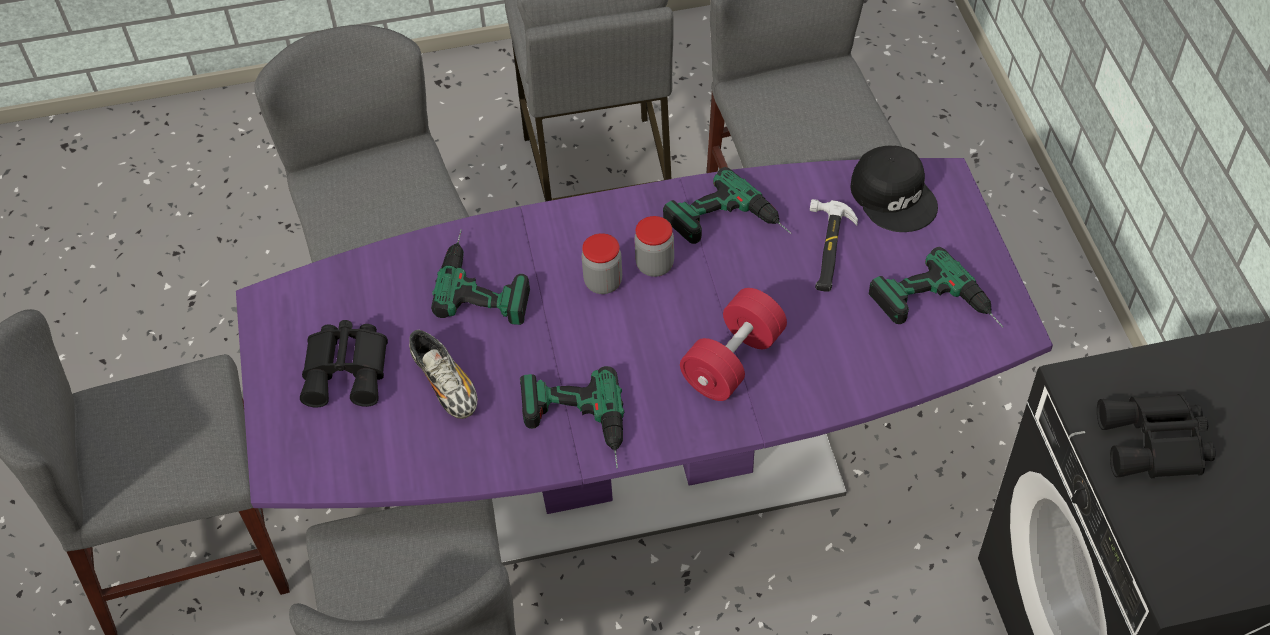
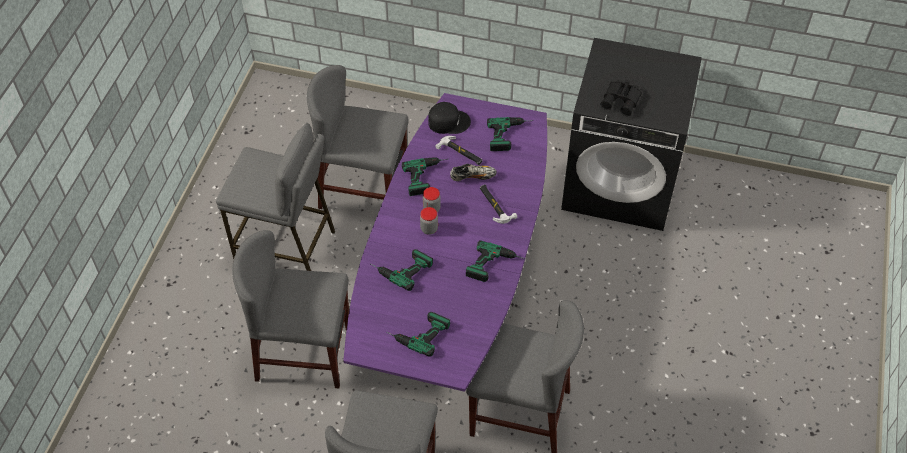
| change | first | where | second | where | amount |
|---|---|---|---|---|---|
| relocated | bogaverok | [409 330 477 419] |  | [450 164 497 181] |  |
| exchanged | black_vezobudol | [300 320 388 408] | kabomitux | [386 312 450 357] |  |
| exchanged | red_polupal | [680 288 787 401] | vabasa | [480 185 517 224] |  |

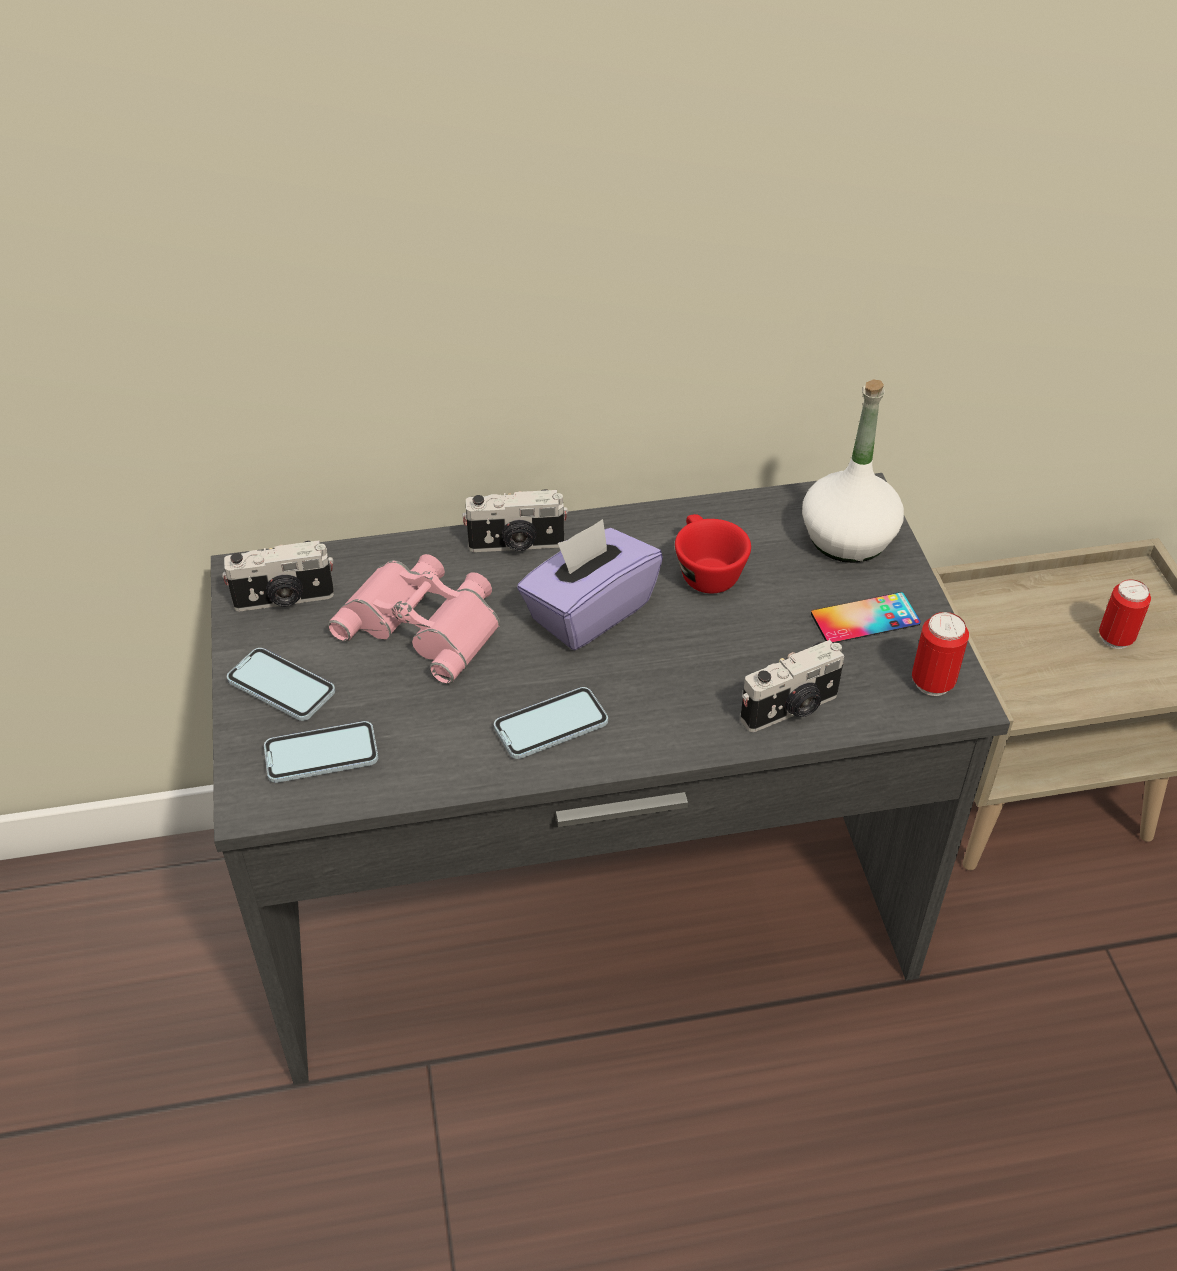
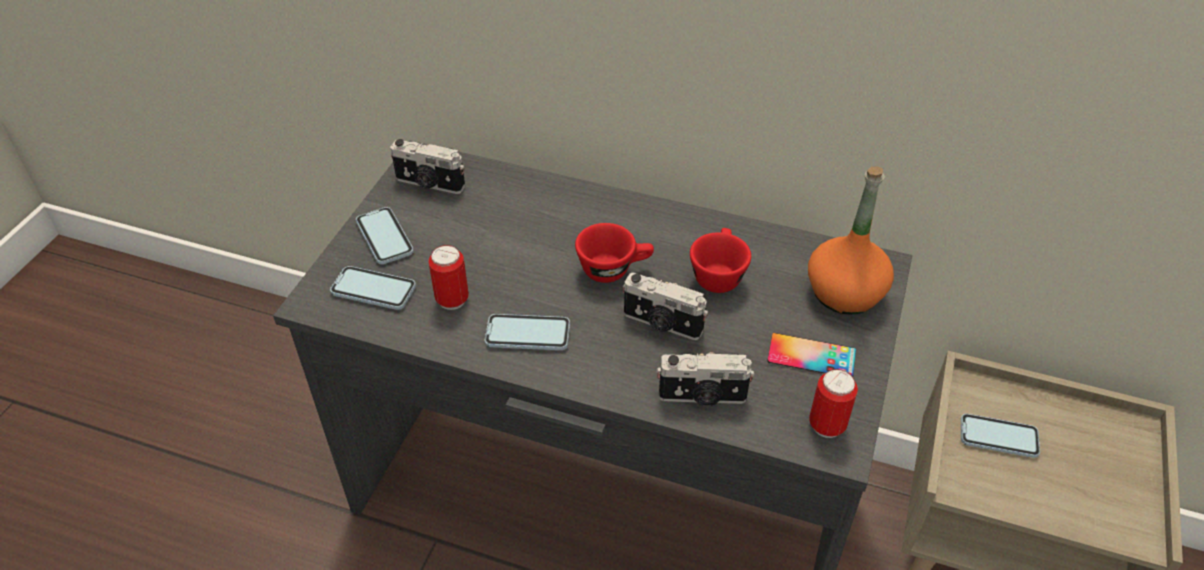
| change | first | where | second | where | amount |
|---|---|---|---|---|---|
| missing | pink_vezobudol | [328 554 500 684] |  |  |  |
| appeared |  |  | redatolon | [961 414 1040 458] |  |
| relocated | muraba | [462 489 568 552] |  | [623 273 708 340] |  |
| relocated | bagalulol | [1099 579 1151 649] |  | [429 245 469 310] |  |
| exchanged | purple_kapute | [517 519 663 650] | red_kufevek | [575 223 654 283] |  |
| colour | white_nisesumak | [802 380 904 563] | orange_nisesumak | [808 166 894 315] |  |

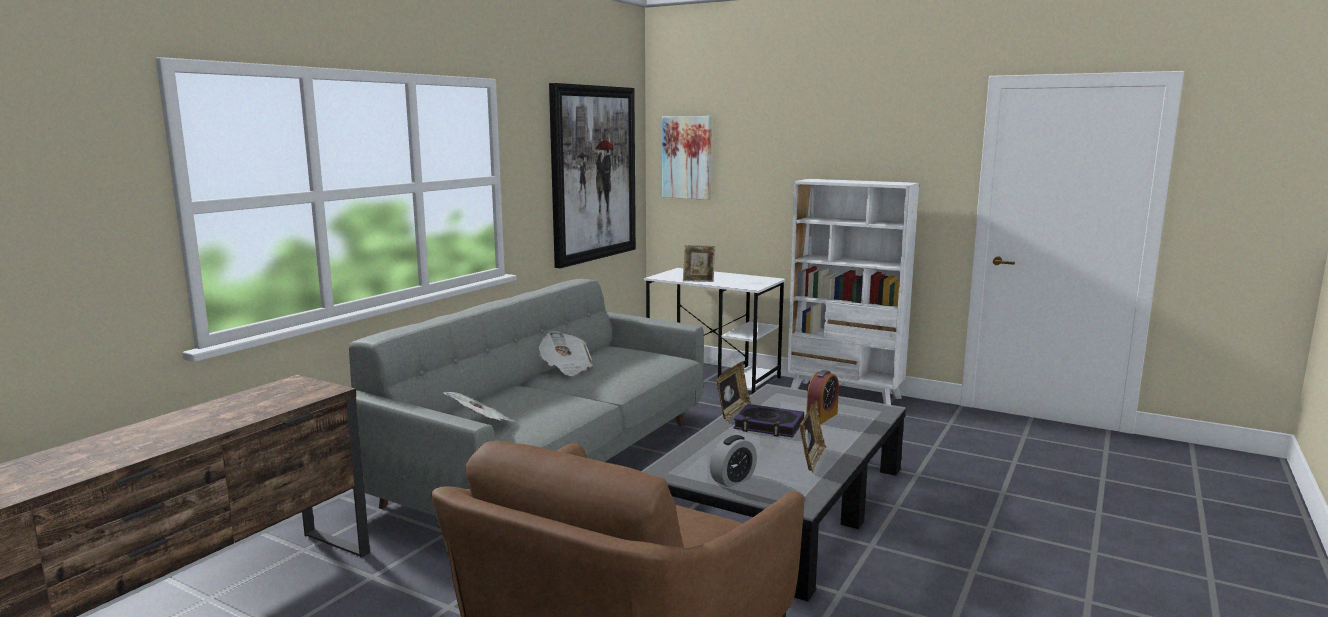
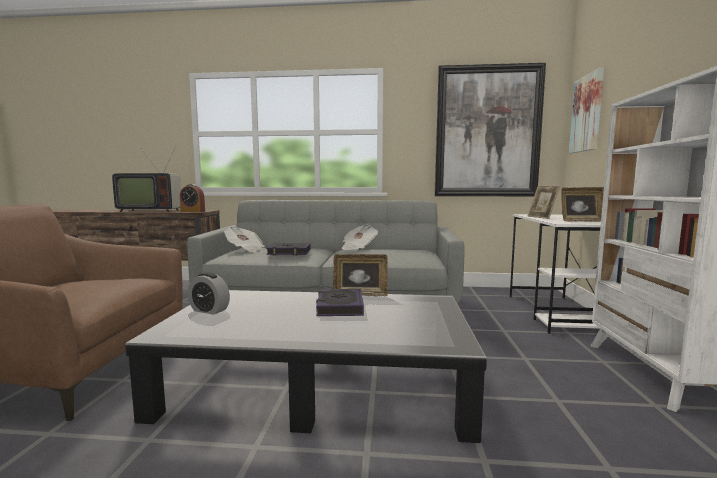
| change | first | where | second | where | amount |
|---|---|---|---|---|---|
| appeared |  |  | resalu | [112 146 181 212] |  |
| appeared |  |  | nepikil | [266 243 311 256] |  |
| relocated | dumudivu | [800 400 826 472] |  | [561 187 604 222] |  |
| relocated | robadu | [806 370 839 424] |  | [180 184 205 212] |  |

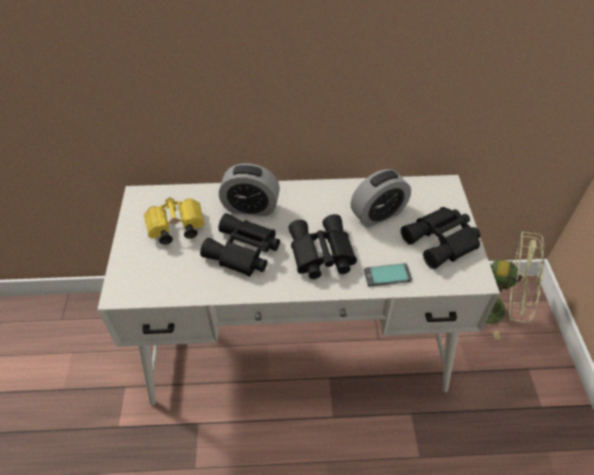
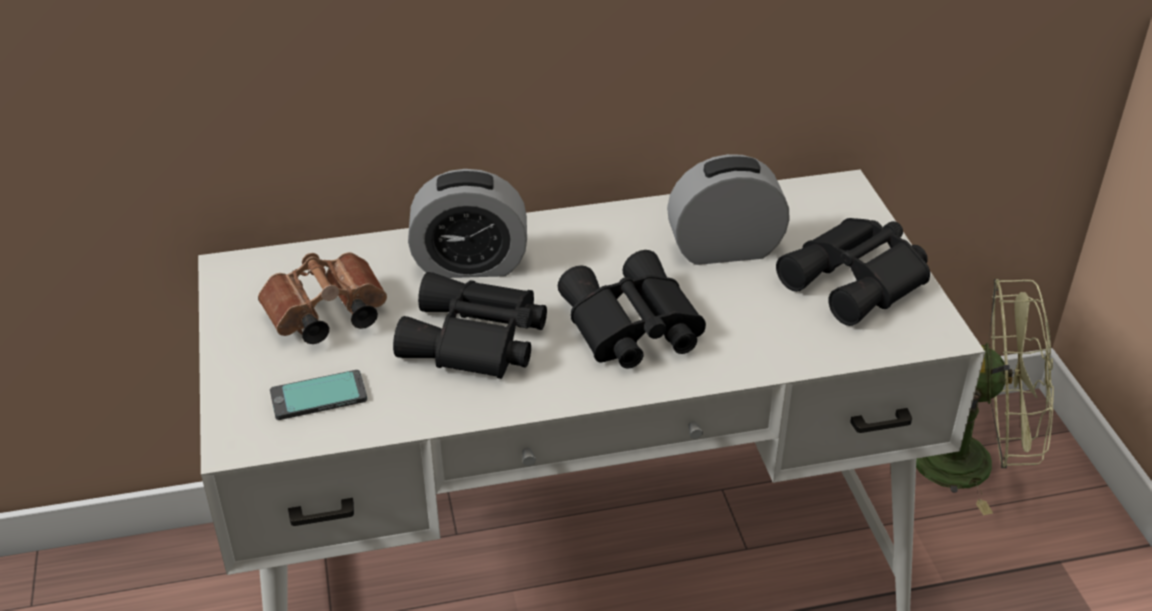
| change | first | where | second | where | amount |
|---|---|---|---|---|---|
| relocated | redatolon | [364 263 412 286] |  | [270 370 367 420] |  |
| colour | yellow_vezobudol | [144 197 205 245] | brown_vezobudol | [258 252 387 344] |  |
| spun | robadu | [351 169 411 227] |  | [667 154 790 265] | 150 degrees counterclockwise |

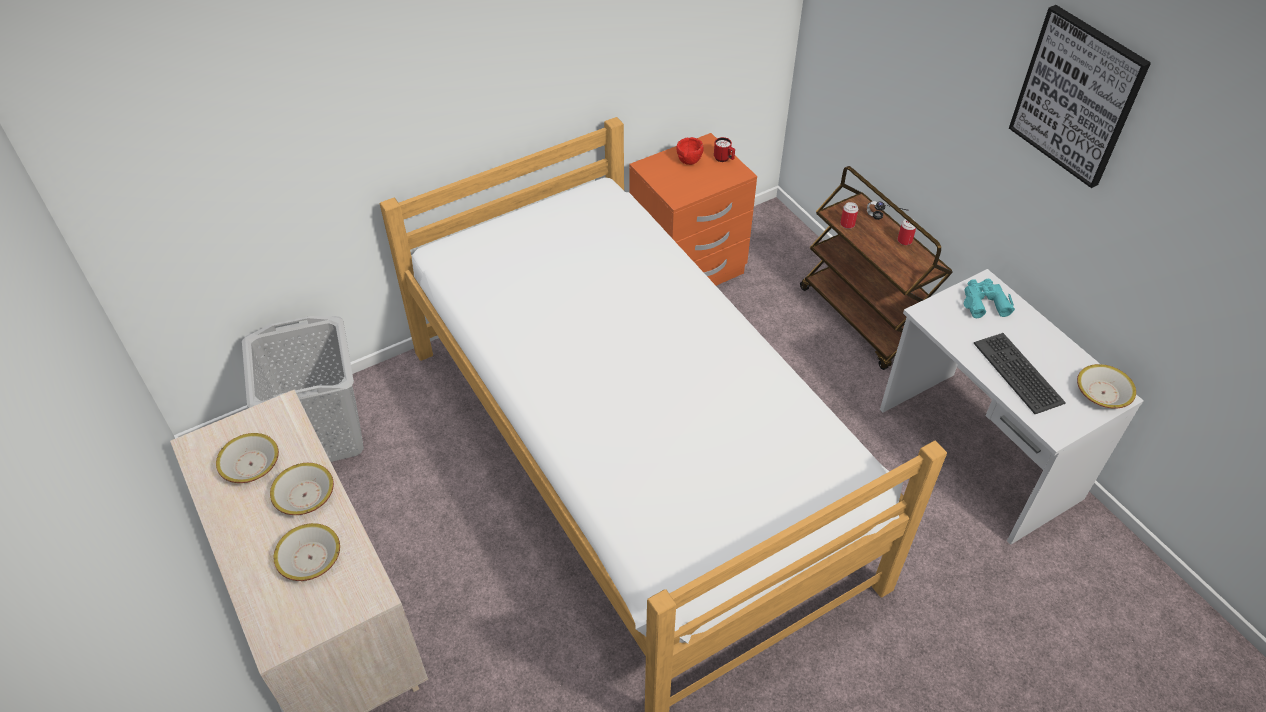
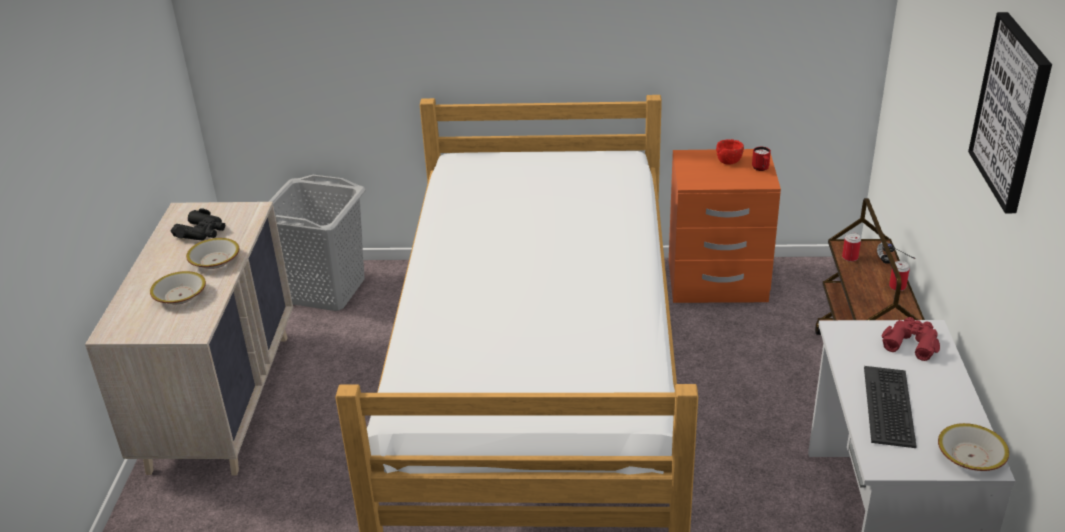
| change | first | where | second | where | amount |
|---|---|---|---|---|---|
| exchanged | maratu | [216 433 279 483] | black_vezobudol | [171 208 225 240] |  |
| colour | turquoise_vezobudol | [964 279 1015 318] | red_vezobudol | [881 317 940 361] |  |

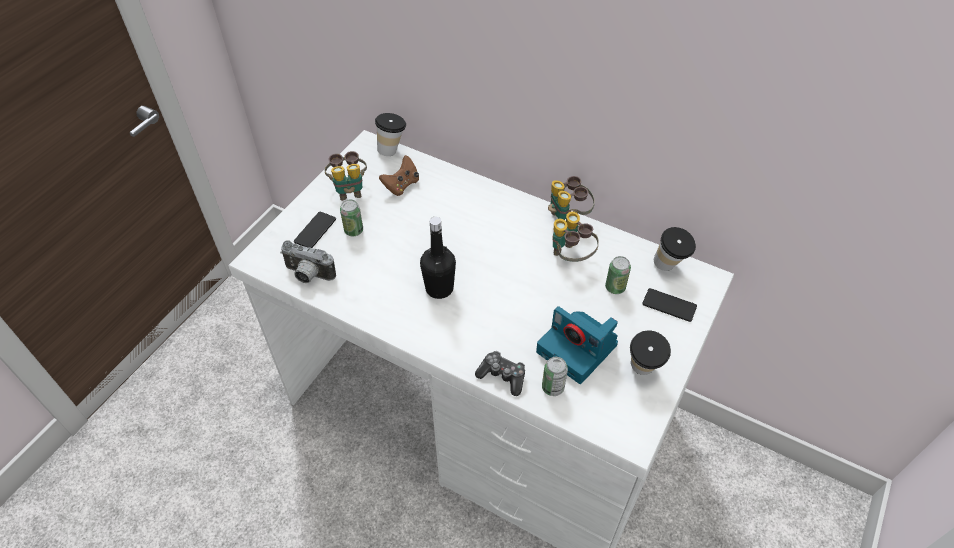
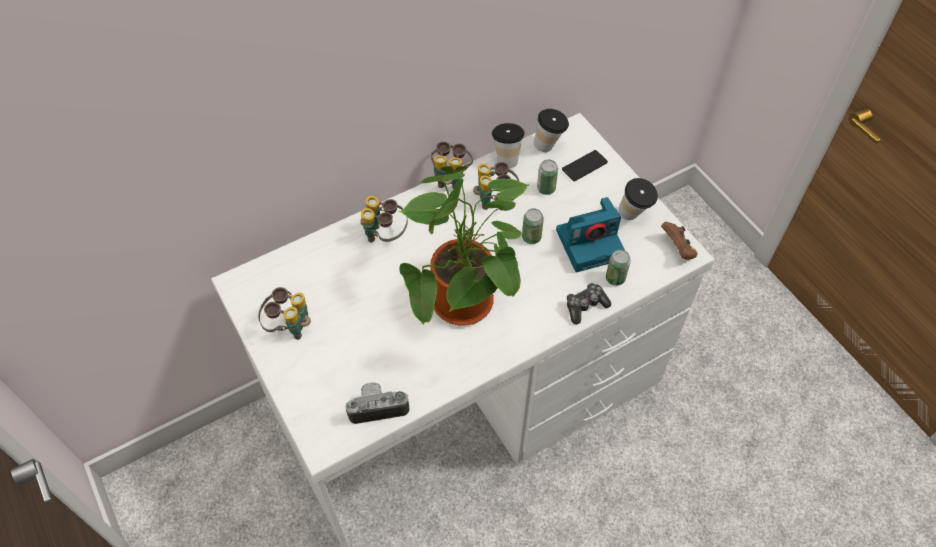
| change | first | where | second | where | amount |
|---|---|---|---|---|---|
| missing | redatolon | [294 212 336 248] |  |  |  |
| appeared |  |  | vezobudol | [360 196 408 243] |  |
| relocated | bagalulol | [340 199 363 236] |  | [522 208 544 244] |  |
| relocated | kufevek | [375 113 406 156] |  | [492 123 525 168] |  |
| relocated | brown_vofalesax | [379 155 419 196] |  | [661 222 698 260] |  |
| exchanged | black_nisesumak | [420 217 456 299] | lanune | [398 166 529 326] |  |
| spun | muraba | [280 240 336 283] |  | [345 383 410 424] | 150 degrees counterclockwise |

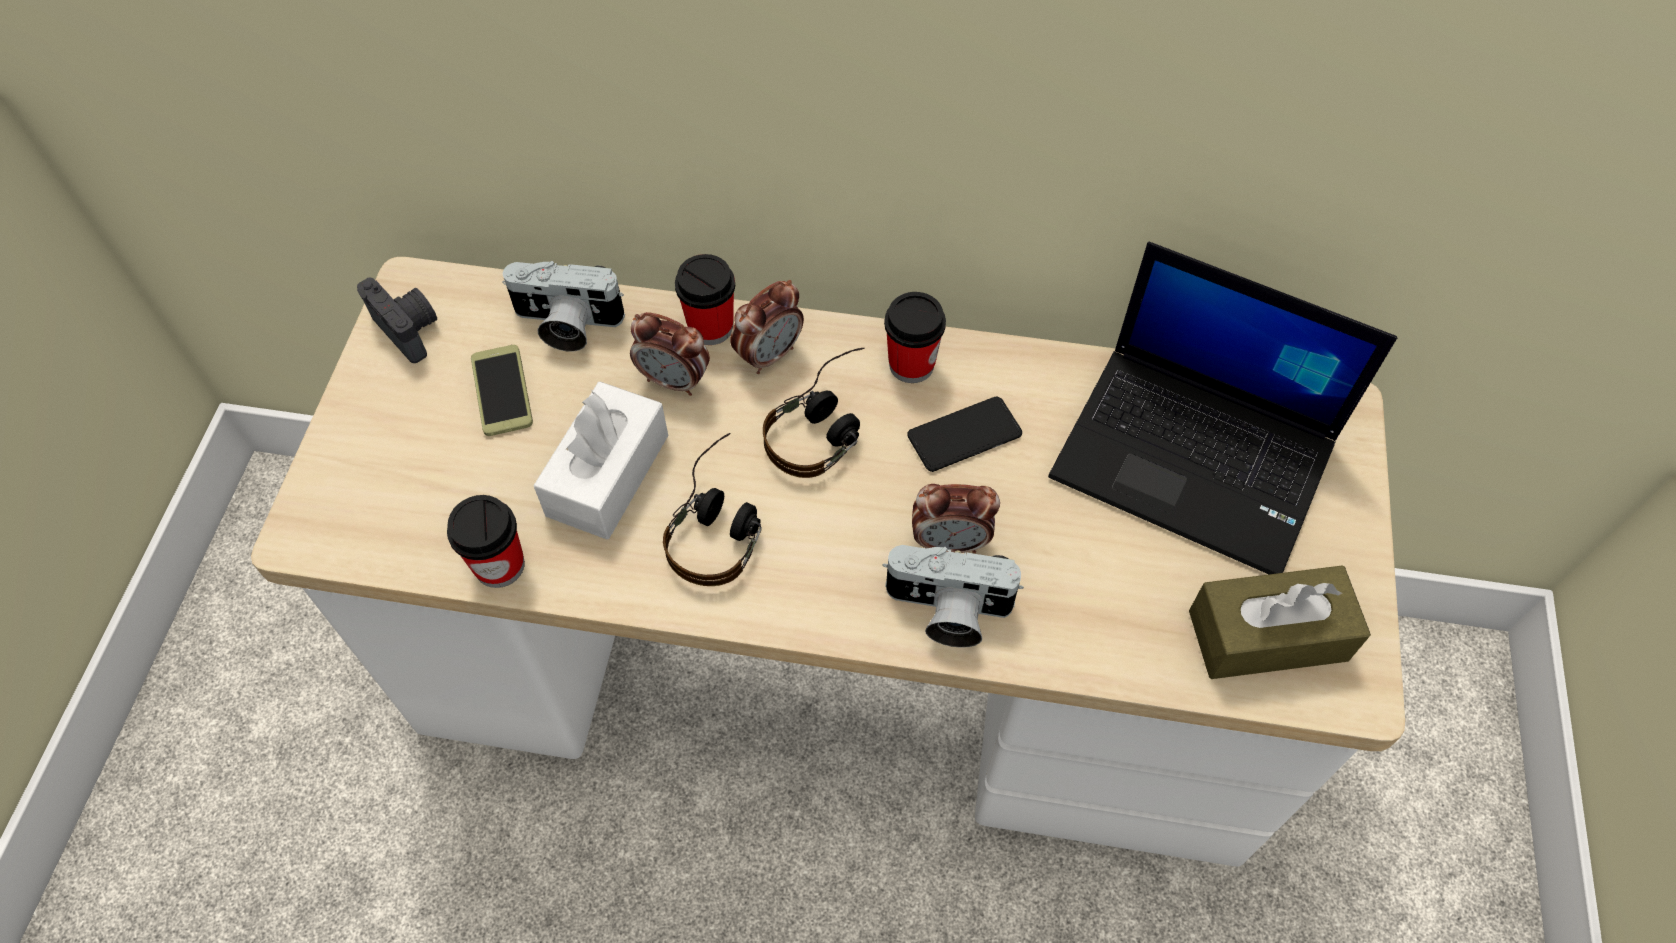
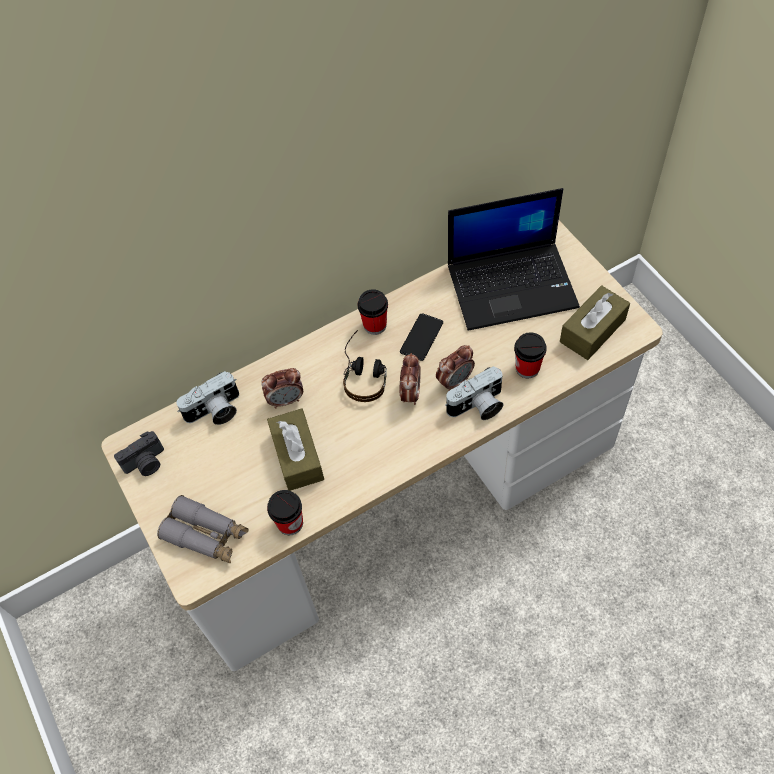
| change | first | where | second | where | amount |
|---|---|---|---|---|---|
| missing | redatolon | [471 345 533 436] |  |  |  |
| missing | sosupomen | [663 433 762 586] |  |  |  |
| appeared |  |  | grey_vezobudol | [157 495 248 563] |  |
| relocated | kufevek | [675 254 735 345] |  | [514 332 547 378] |  |
| relocated | robadu | [730 280 804 374] |  | [400 353 421 405] |  |
| colour | white_kapute | [533 382 668 540] | brown_kapute | [267 408 324 491] |  |
| spun | muraba | [357 277 437 363] |  | [114 431 164 476] | 135 degrees clockwise |

